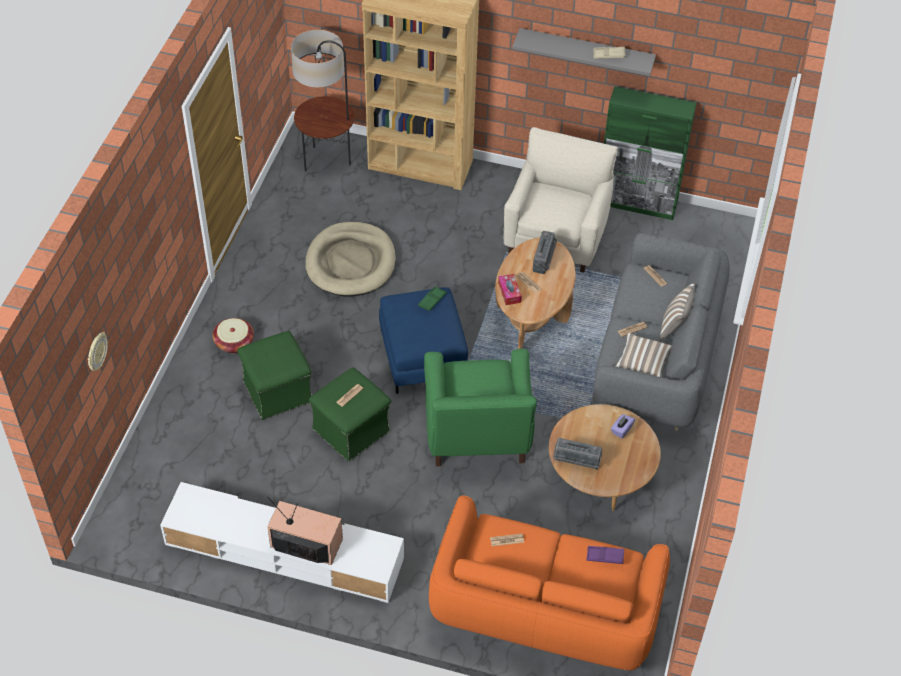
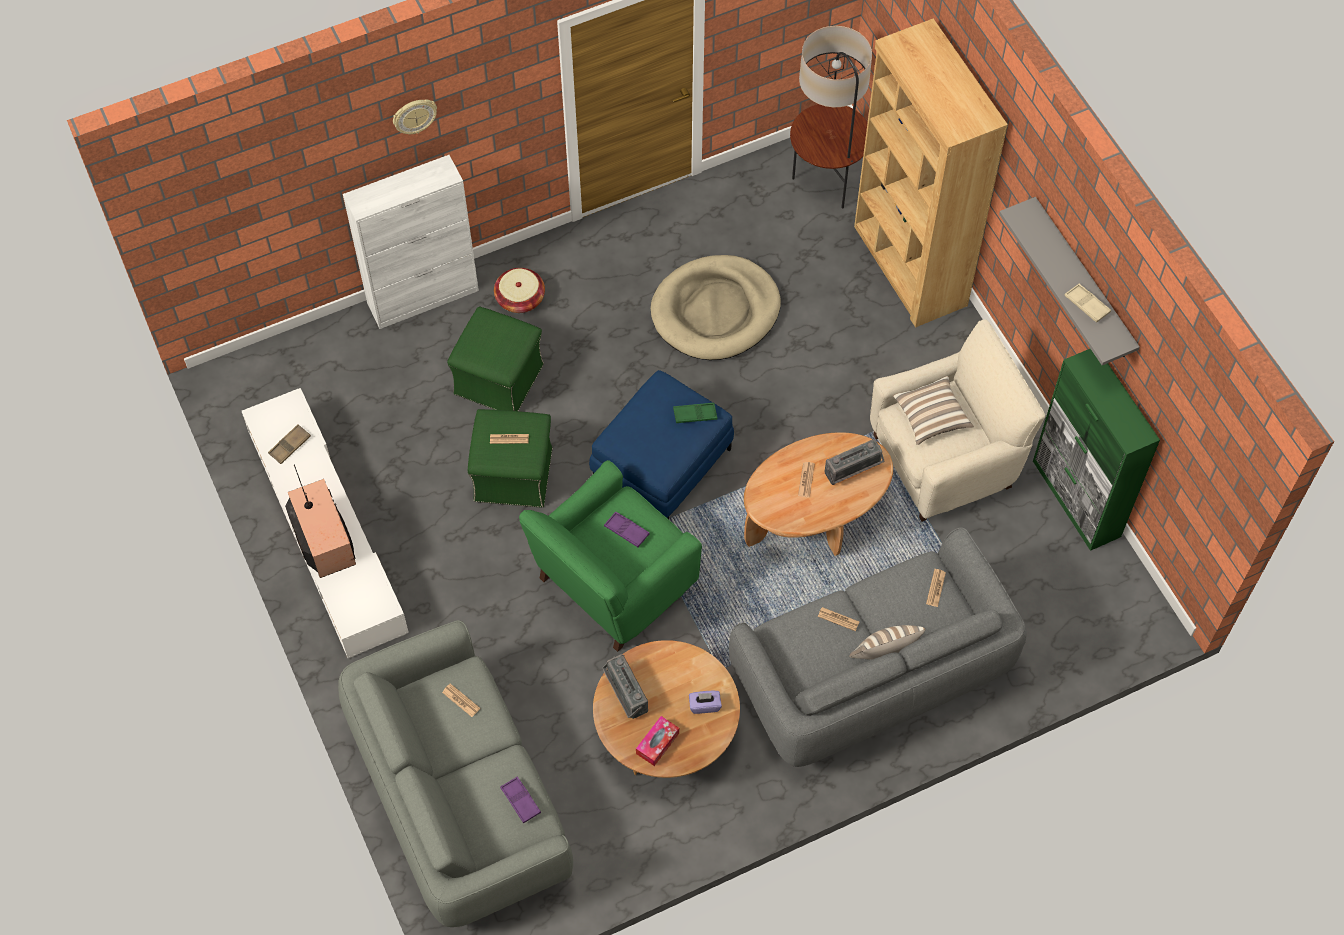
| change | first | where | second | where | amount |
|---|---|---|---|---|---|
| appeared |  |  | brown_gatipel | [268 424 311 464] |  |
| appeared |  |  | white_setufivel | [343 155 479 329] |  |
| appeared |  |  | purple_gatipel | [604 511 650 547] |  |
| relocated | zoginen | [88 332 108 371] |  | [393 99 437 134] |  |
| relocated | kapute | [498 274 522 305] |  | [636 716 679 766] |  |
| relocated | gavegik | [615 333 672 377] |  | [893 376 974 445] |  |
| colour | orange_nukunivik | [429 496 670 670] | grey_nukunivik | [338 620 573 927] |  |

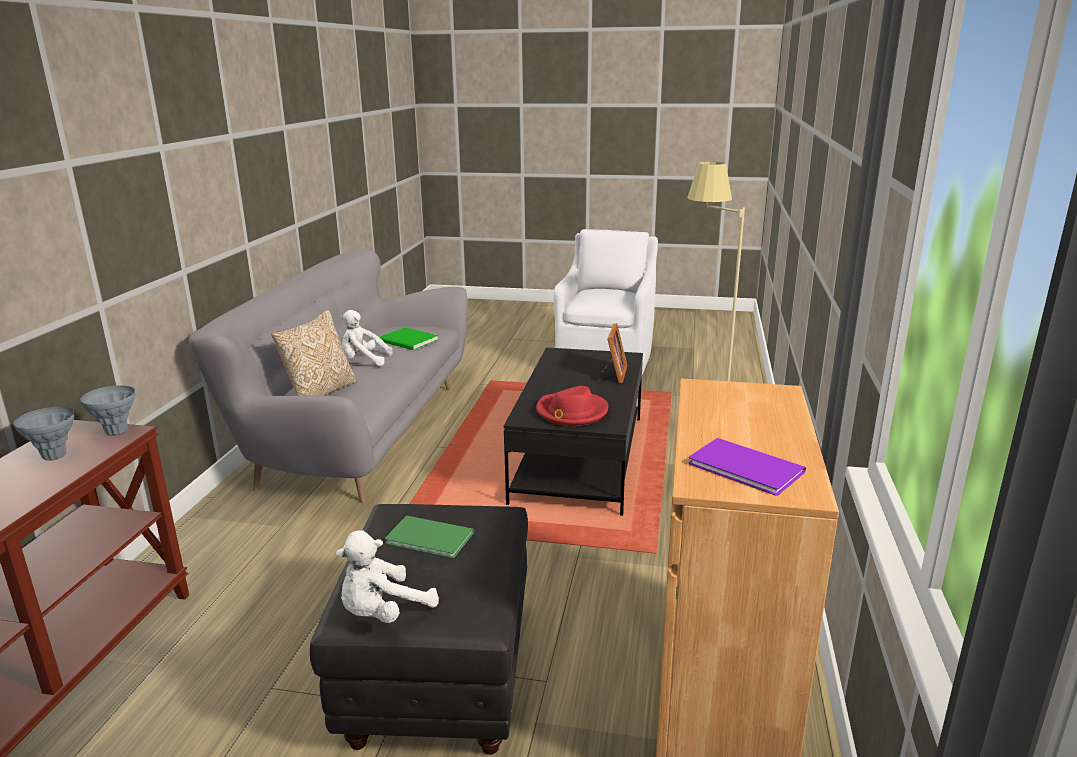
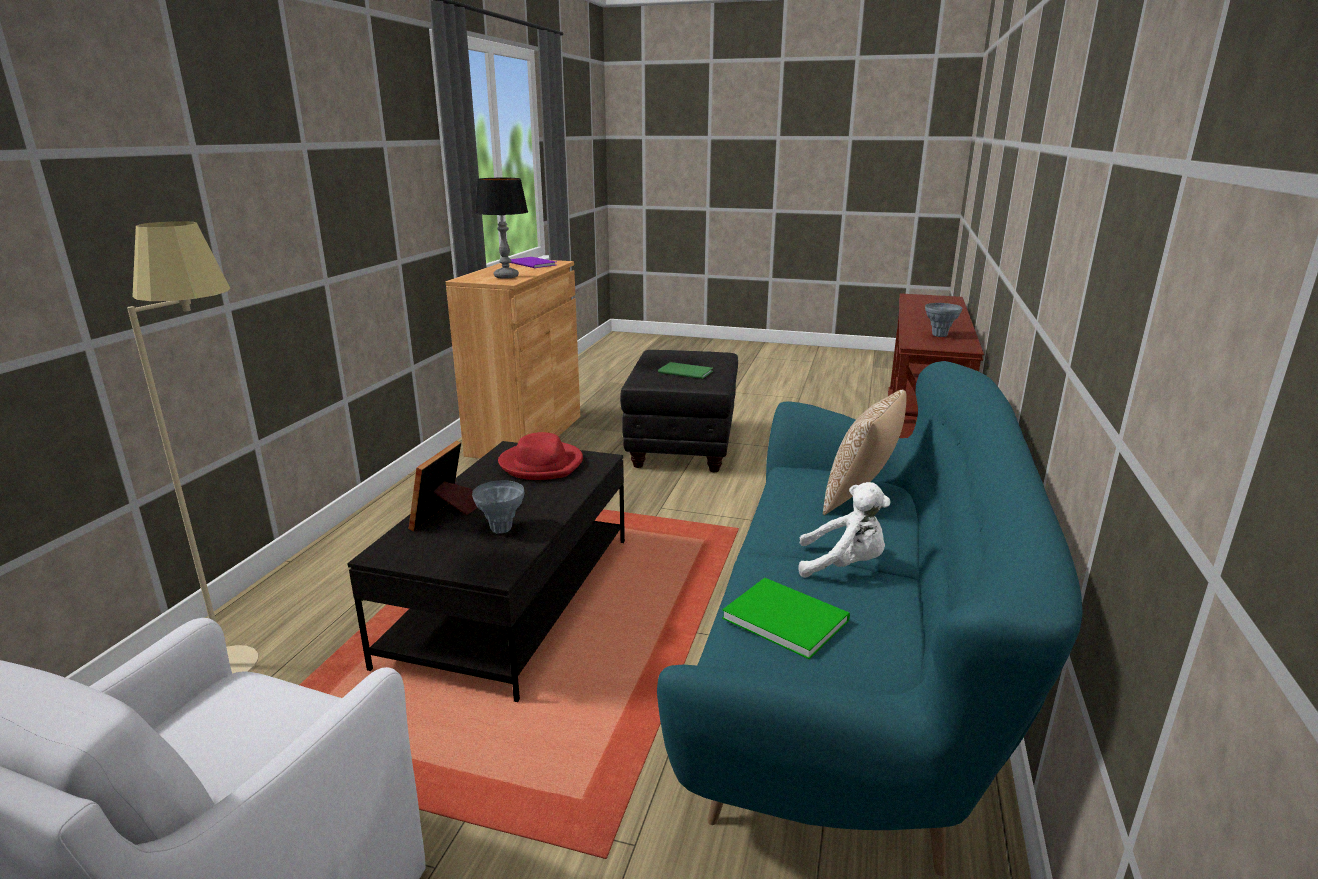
| change | first | where | second | where | amount |
|---|---|---|---|---|---|
| missing | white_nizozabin | [336 530 439 623] |  |  |  |
| appeared |  |  | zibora | [475 178 528 279] |  |
| relocated | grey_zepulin | [80 385 135 436] |  | [472 480 524 534] |  |
| colour | grey_nukunivik | [189 249 468 503] | turquoise_nukunivik | [657 361 1083 876] |  |

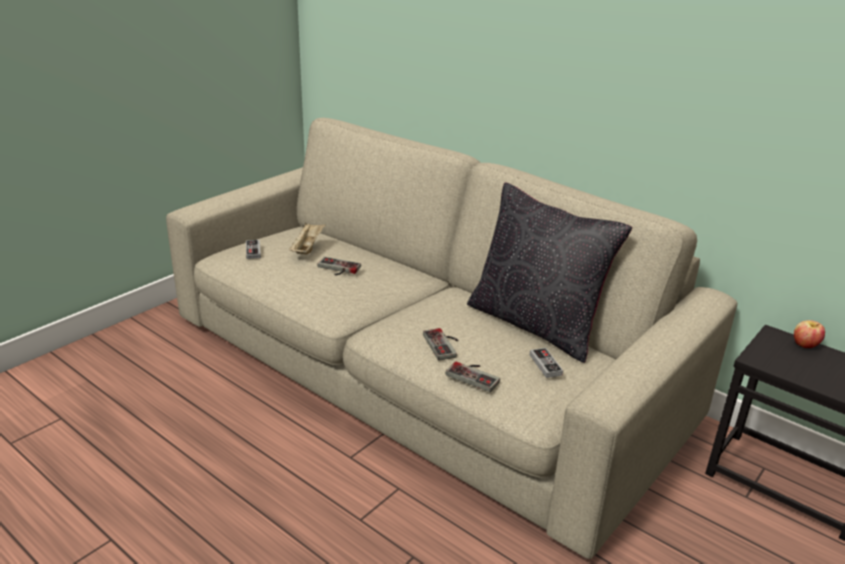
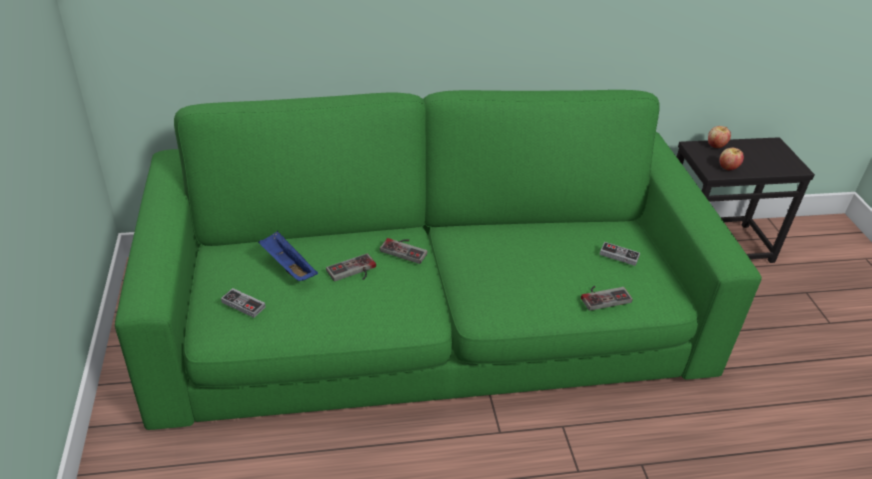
| change | first | where | second | where | amount |
|---|---|---|---|---|---|
| missing | black_gavegik | [467 183 632 363] |  |  |  |
| appeared |  |  | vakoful | [720 148 744 170] |  |
| relocated | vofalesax | [423 328 458 360] |  | [380 238 427 264] |  |
| colour | beige_nukunivik | [166 118 737 559] | green_nukunivik | [115 90 762 430] |  |
| colour | beige_gatipel | [289 222 326 254] | blue_gatipel | [258 231 318 281] |  |

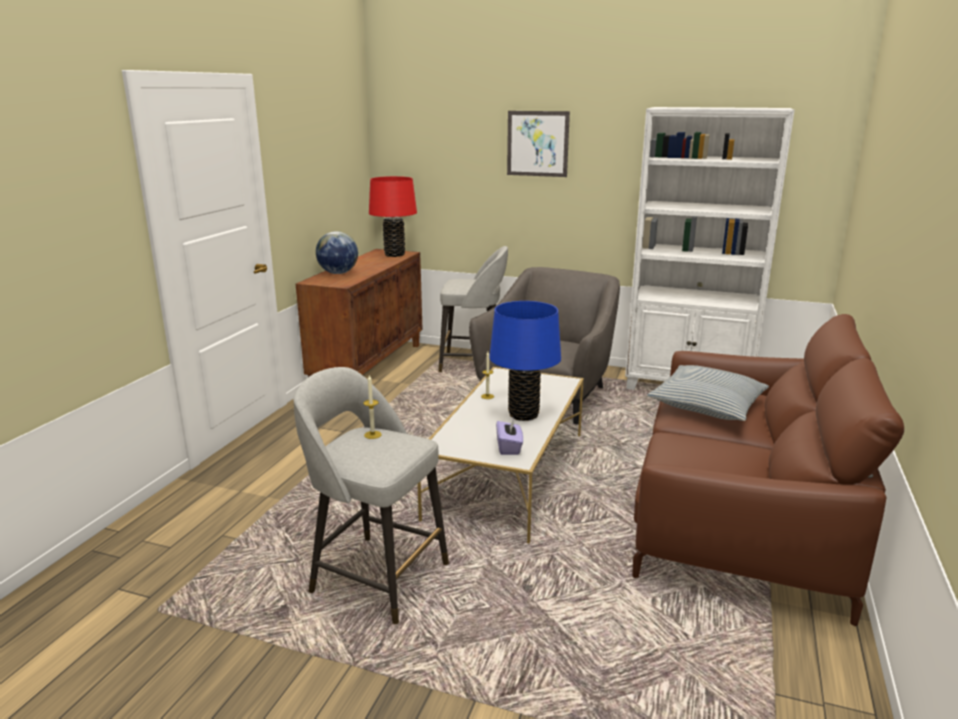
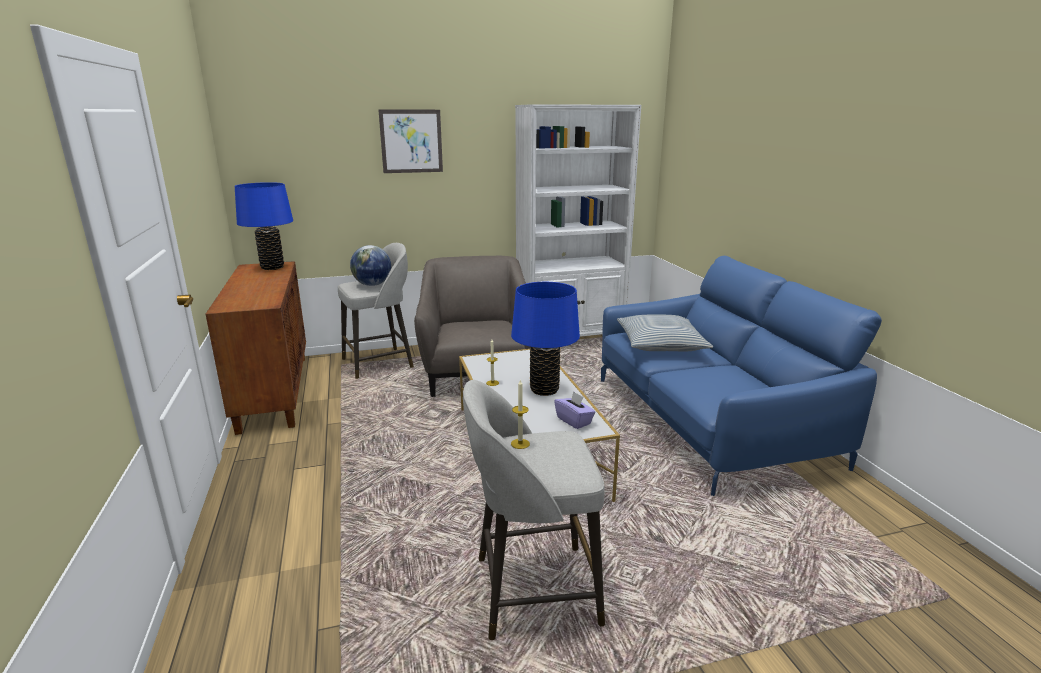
| change | first | where | second | where | amount |
|---|---|---|---|---|---|
| relocated | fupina | [316 231 358 274] |  | [350 245 391 286] |  |
| colour | red_zibora | [369 176 417 257] | blue_zibora | [235 182 293 270] |  |
| colour | brown_nukunivik | [632 314 904 626] | blue_nukunivik | [601 256 882 496] |  |

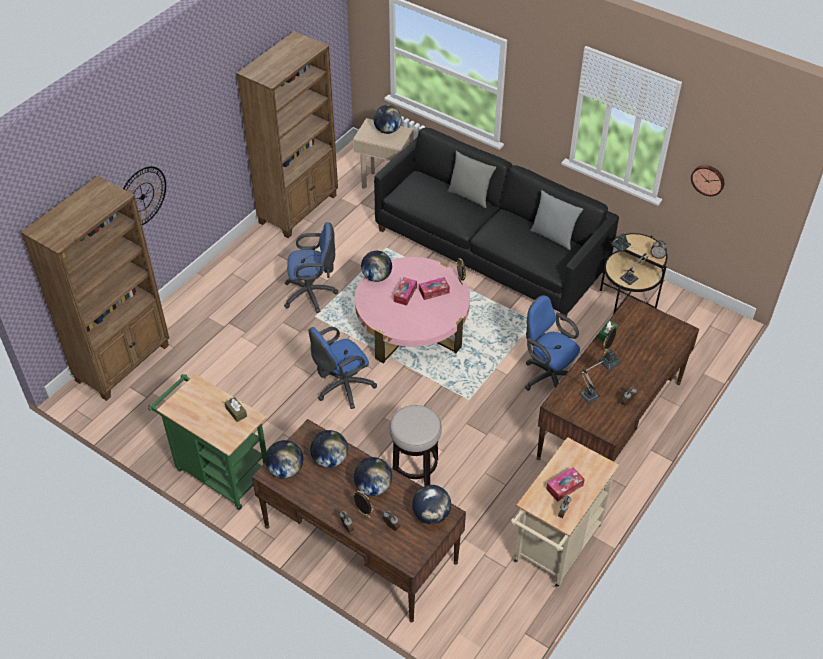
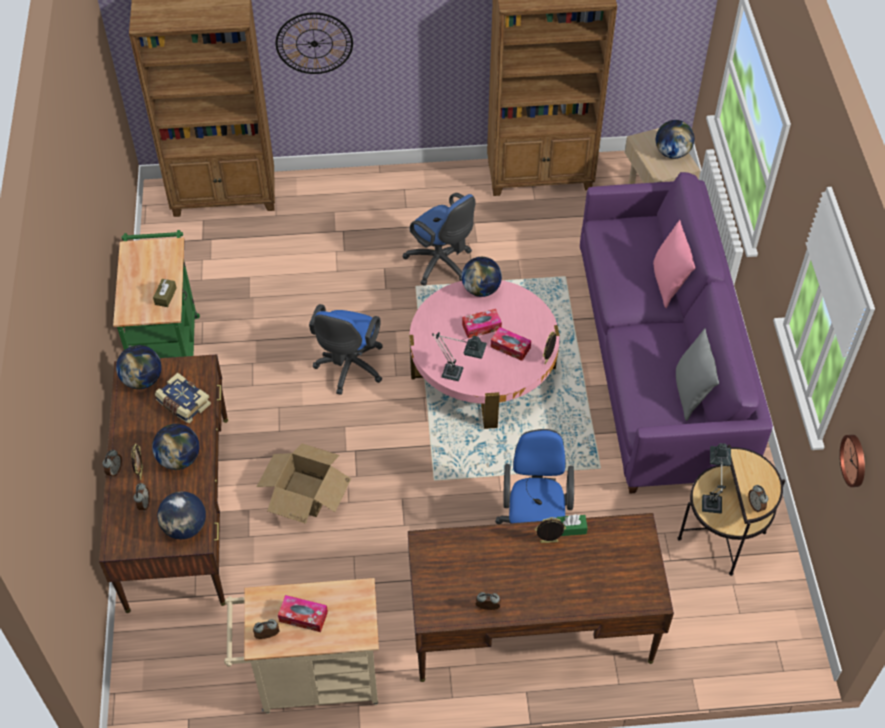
| change | first | where | second | where | amount |
|---|---|---|---|---|---|
| relocated | zibora | [579 349 621 403] |  | [432 332 487 381] |  |
| exchanged | fupina | [310 430 348 468] | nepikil | [155 373 211 423] |  |
| exchanged | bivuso | [389 405 442 486] | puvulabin | [257 443 351 524] |  |
| colour | black_nukunivik | [374 127 619 321] | purple_nukunivik | [580 172 773 494] |  |
| colour | grey_gavegik | [448 151 496 208] | pink_gavegik | [653 220 696 308] |  |
| spun | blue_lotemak | [309 327 377 409] |  | [309 304 383 395] | 90 degrees counterclockwise |

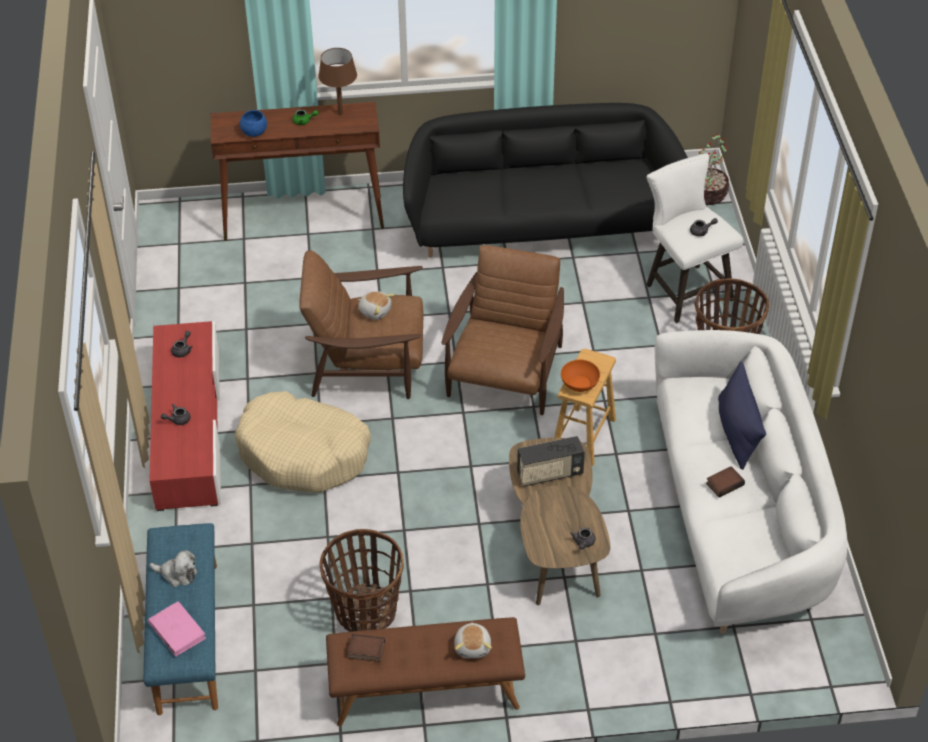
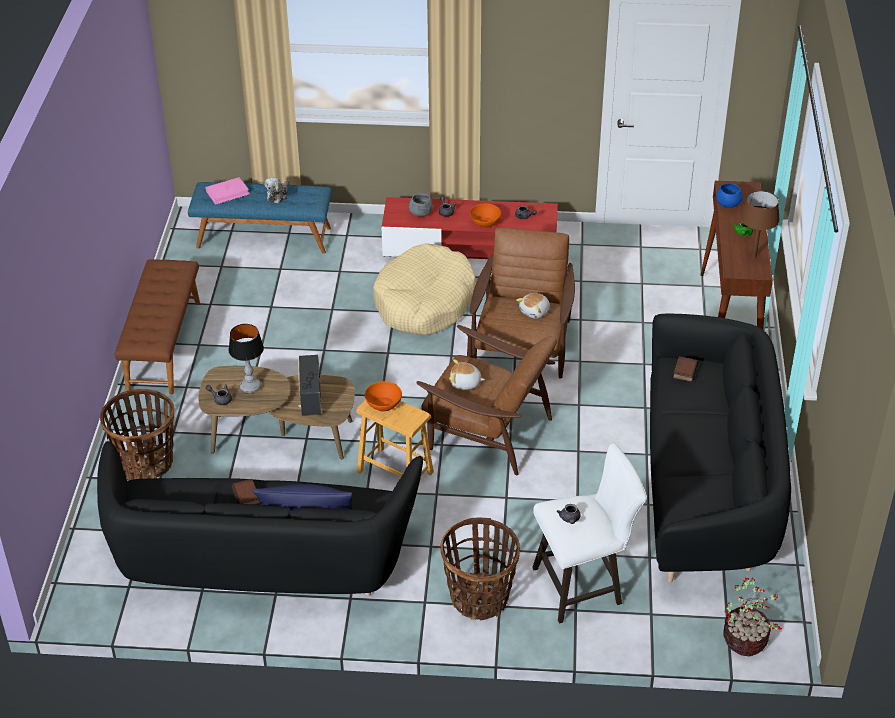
| change | first | where | second | where | amount |
|---|---|---|---|---|---|
| appeared |  |  | zibora | [228 324 264 393] |  |
| appeared |  |  | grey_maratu | [409 193 433 217] |  |
| appeared |  |  | orange_maratu | [470 204 501 228] |  |
| relocated | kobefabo | [319 529 404 632] |  | [100 389 174 480] |  |
| relocated | nepikil | [347 634 385 662] |  | [673 356 698 382] |  |
| relocated | nizozabin | [454 622 492 659] |  | [449 359 485 390] |  |
| colour | white_nukunivik | [655 330 847 634] | black_nukunivik | [97 441 423 596] |  |

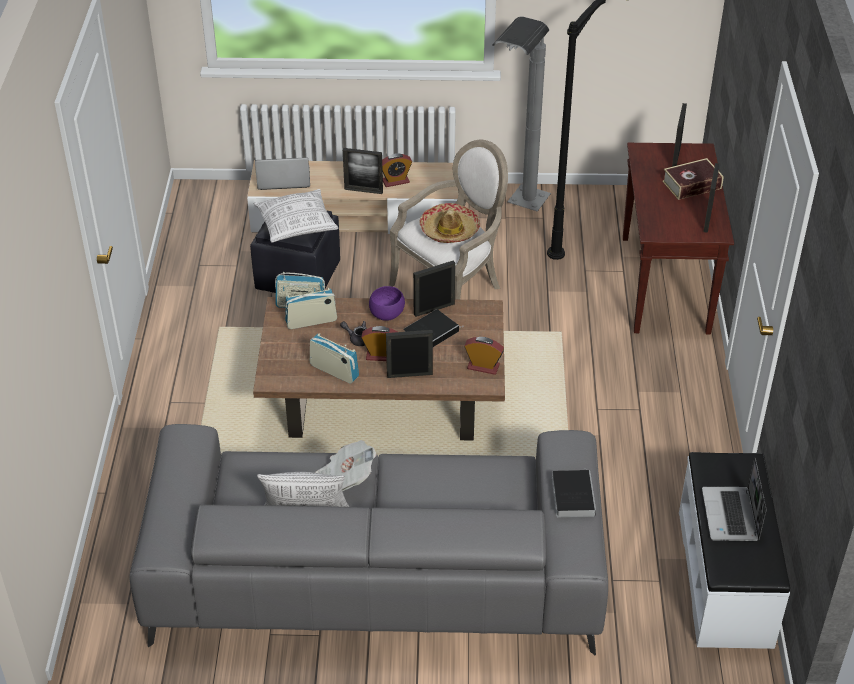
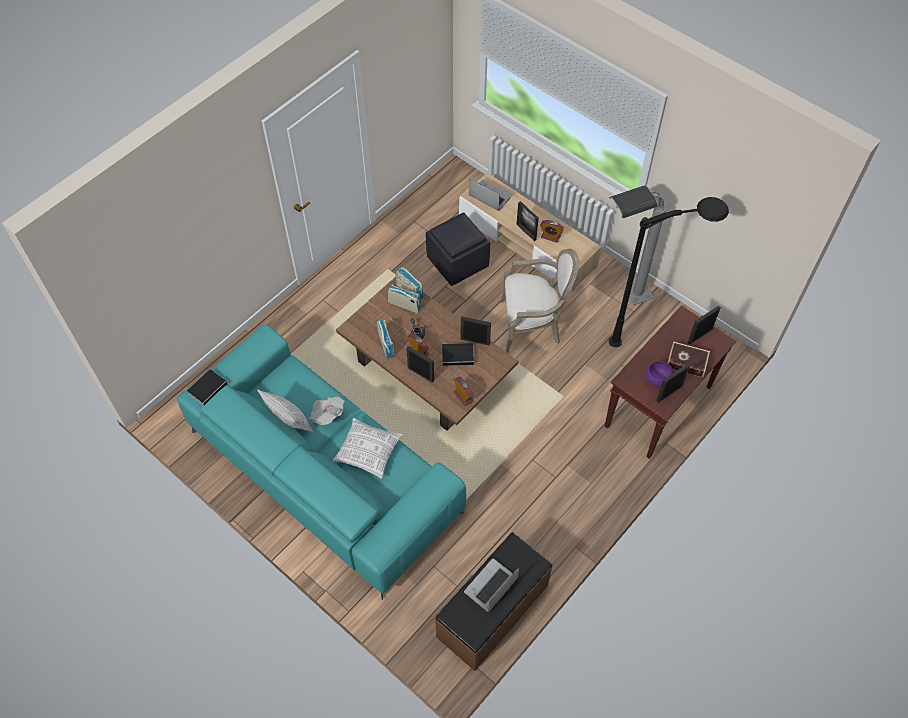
| change | first | where | second | where | amount |
|---|---|---|---|---|---|
| missing | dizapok | [419 203 480 243] |  |  |  |
| relocated | gavegik | [254 189 338 243] |  | [333 418 403 479] |  |
| relocated | purple_maratu | [369 286 405 321] |  | [646 361 673 387] |  |
| relocated | nepikil | [552 469 596 517] |  | [187 369 231 406] |  |
| colour | grey_nukunivik | [129 424 608 655] | turquoise_nukunivik | [177 324 466 600] |  |
| colour | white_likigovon | [679 452 790 649] | brown_likigovon | [435 532 553 671] |  |

